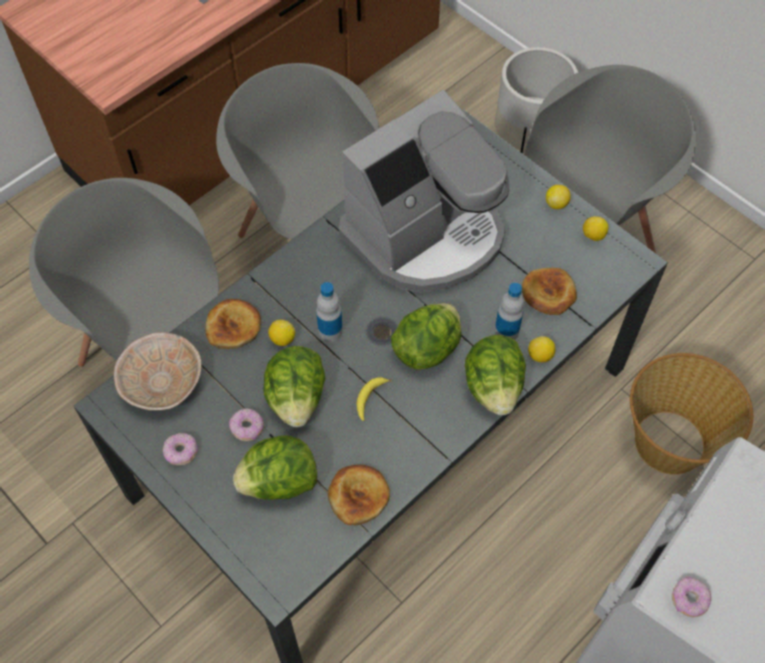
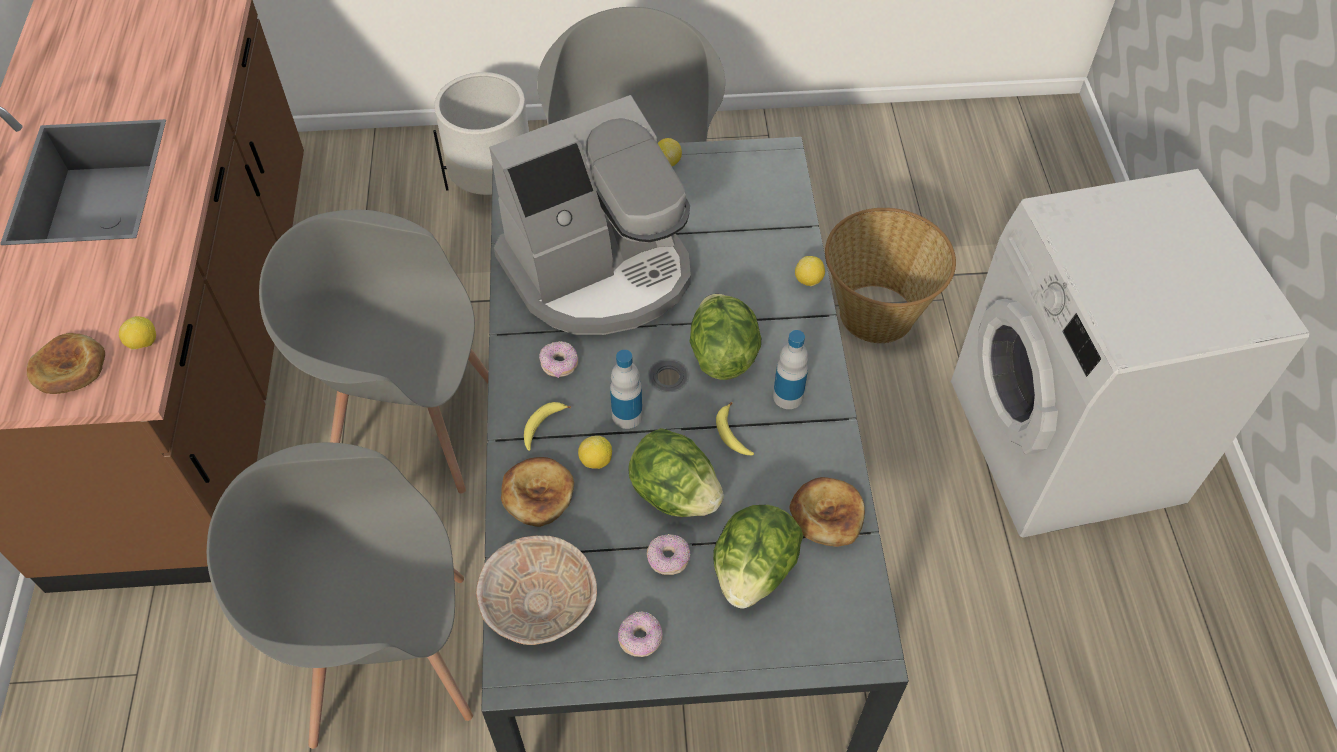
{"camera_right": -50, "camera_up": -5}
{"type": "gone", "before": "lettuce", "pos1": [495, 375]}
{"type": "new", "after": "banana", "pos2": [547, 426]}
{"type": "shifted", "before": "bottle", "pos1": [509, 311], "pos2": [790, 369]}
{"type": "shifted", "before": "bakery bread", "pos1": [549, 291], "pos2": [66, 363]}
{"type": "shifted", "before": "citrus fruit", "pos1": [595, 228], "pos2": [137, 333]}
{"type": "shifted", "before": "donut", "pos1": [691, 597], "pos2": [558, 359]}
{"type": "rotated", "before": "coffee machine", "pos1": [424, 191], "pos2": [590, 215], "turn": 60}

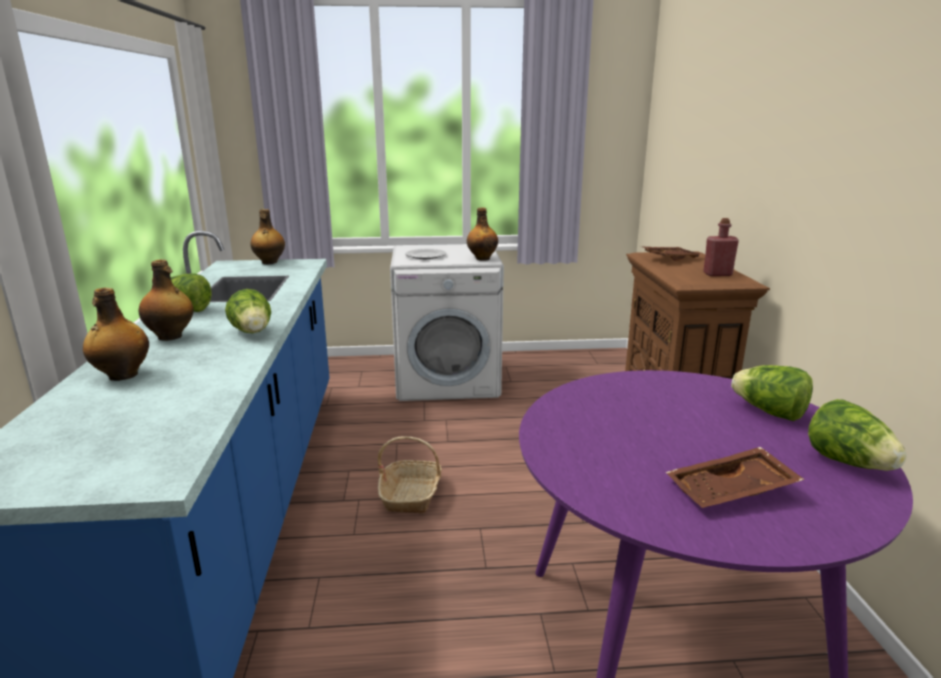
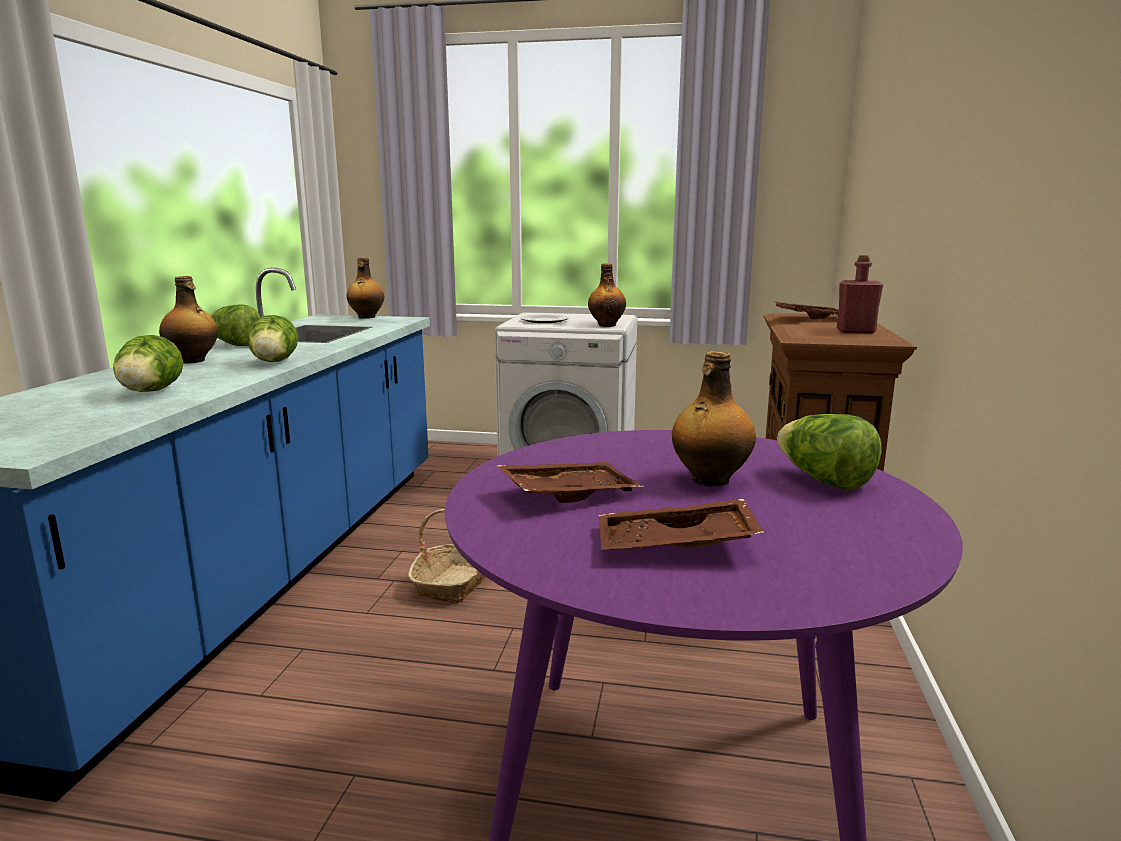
{"camera_right": 15, "camera_up": -5}
{"type": "new", "after": "brownish tray", "pos2": [570, 482]}
{"type": "shifted", "before": "bottle", "pos1": [116, 334], "pos2": [714, 418]}
{"type": "shifted", "before": "lettuce", "pos1": [857, 435], "pos2": [148, 363]}

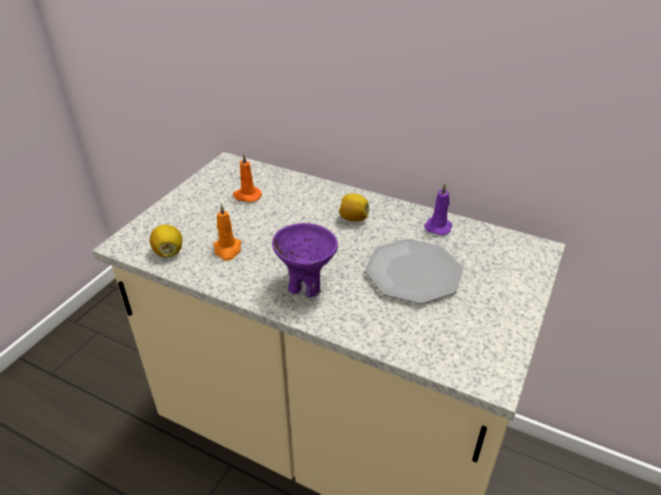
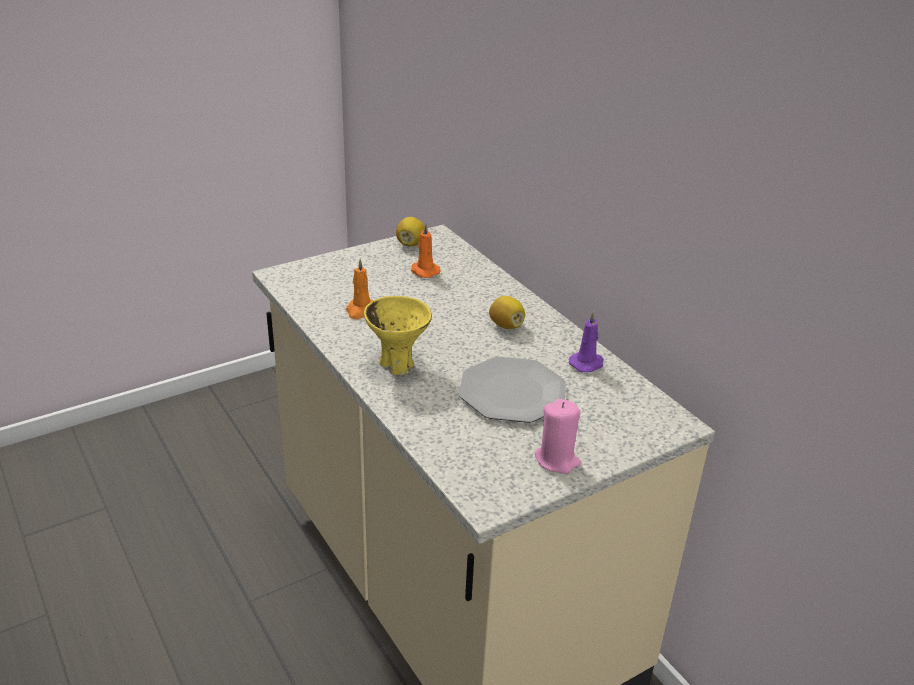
{"camera_right": 30, "camera_up": -5}
{"type": "new", "after": "pinkish candle", "pos2": [558, 436]}
{"type": "shifted", "before": "citrus fruit", "pos1": [166, 241], "pos2": [410, 232]}
{"type": "repainted", "before": "purplish bowl", "after": "yellow bowl", "pos1": [305, 260], "pos2": [398, 335]}

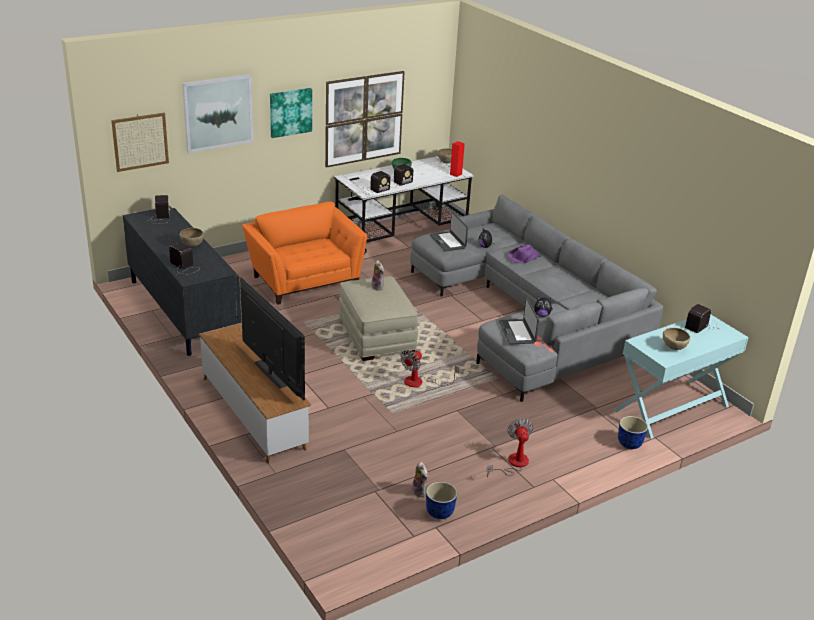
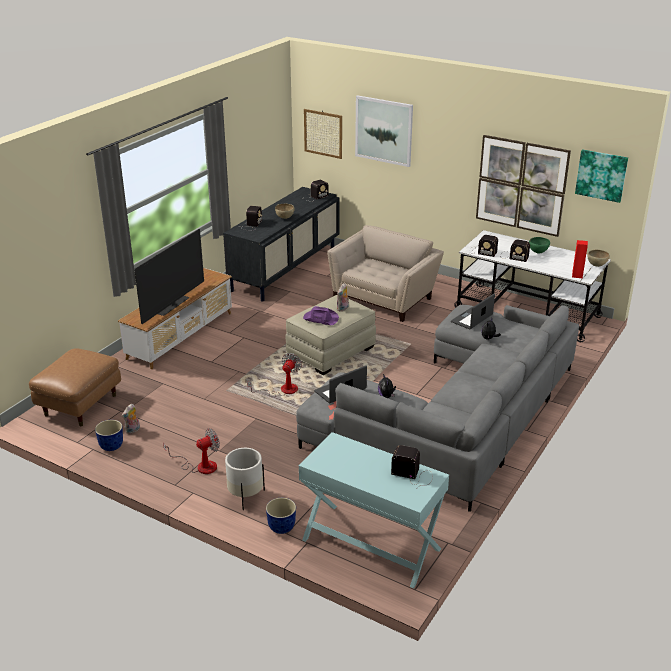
{"camera_right": 65, "camera_up": 0}
{"type": "gone", "before": "brownish bowl", "pos1": [676, 339]}
{"type": "new", "after": "brownish pouffe", "pos2": [75, 387]}
{"type": "new", "after": "whitish planter", "pos2": [245, 479]}
{"type": "shifted", "before": "picture", "pos1": [291, 113], "pos2": [601, 176]}
{"type": "shifted", "before": "purplish wearable hat", "pos1": [524, 254], "pos2": [321, 316]}
{"type": "repainted", "before": "orange-coloured easy chair", "after": "beige easy chair", "pos1": [304, 253], "pos2": [385, 273]}
{"type": "rotated", "before": "electric fan", "pos1": [430, 368], "pos2": [274, 375], "turn": 105}

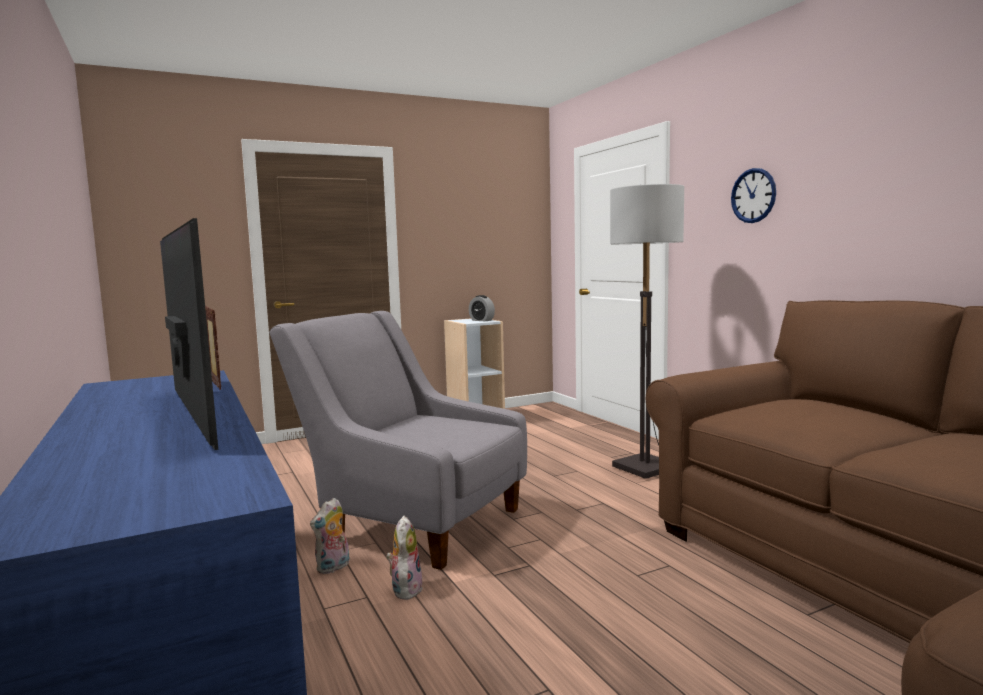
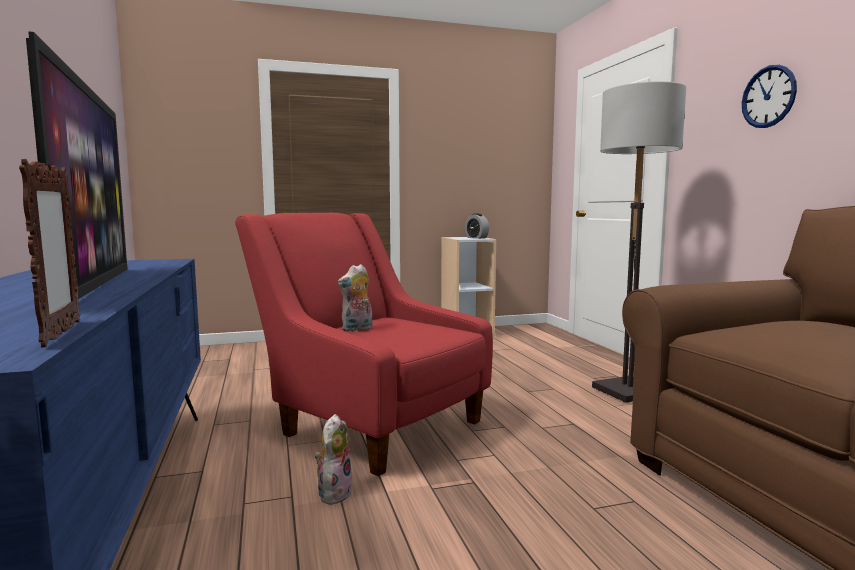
{"camera_right": 10, "camera_up": 0}
{"type": "shifted", "before": "standing frame", "pos1": [213, 348], "pos2": [50, 253]}
{"type": "shifted", "before": "soft toy", "pos1": [330, 536], "pos2": [355, 298]}
{"type": "repainted", "before": "greyish easy chair", "after": "red-coloured easy chair", "pos1": [398, 440], "pos2": [364, 344]}

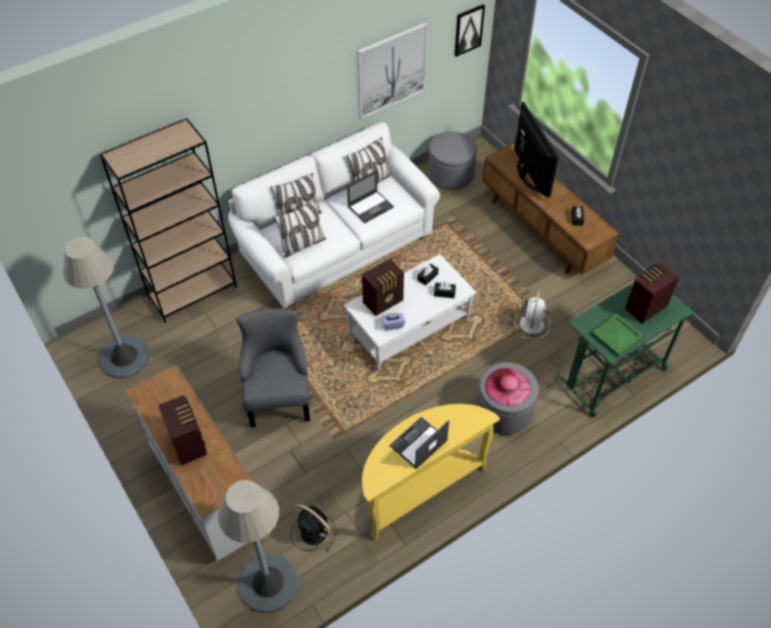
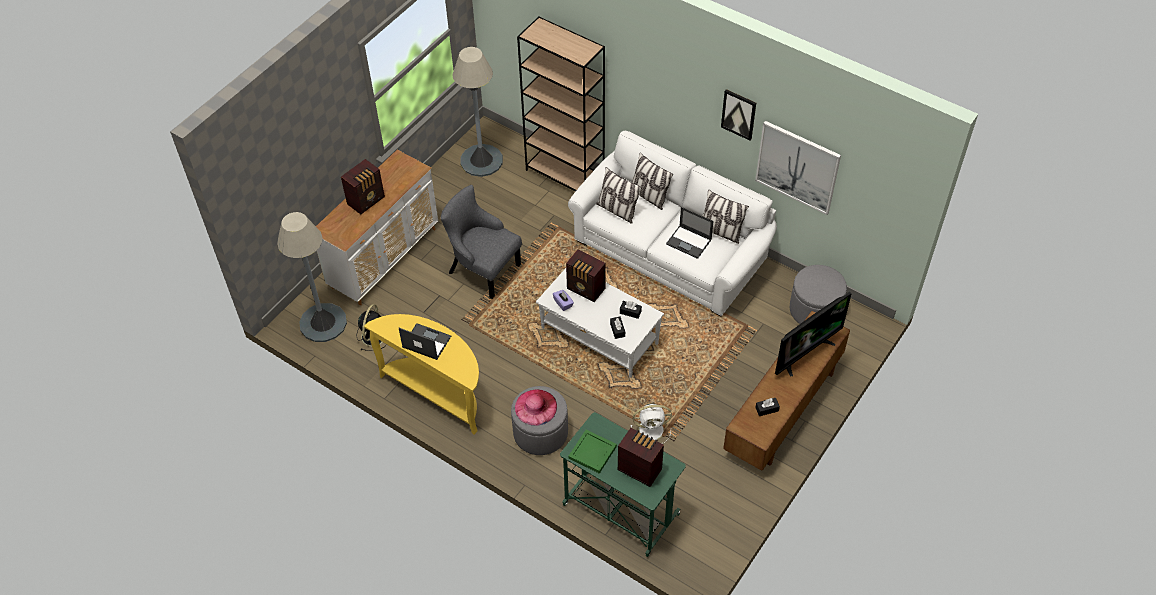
{"camera_right": 70, "camera_up": 0}
{"type": "shifted", "before": "picture", "pos1": [469, 30], "pos2": [738, 114]}
{"type": "rotated", "before": "greyish easy chair", "pos1": [273, 368], "pos2": [481, 242], "turn": -120}

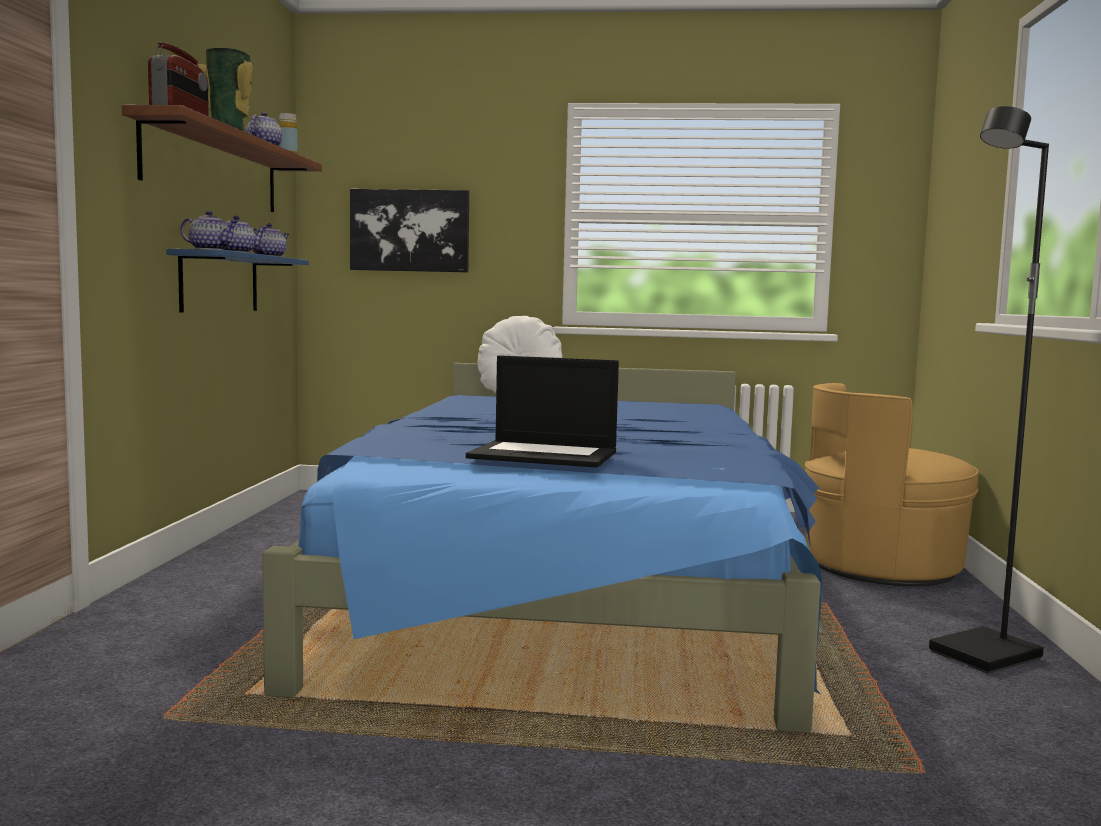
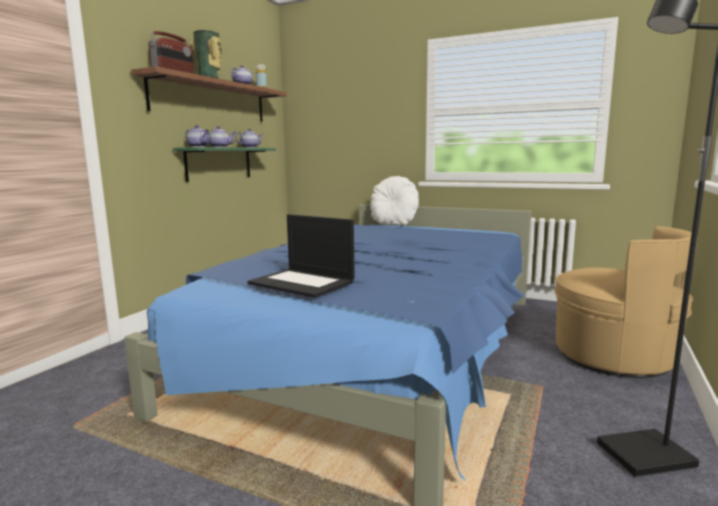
{"camera_right": 20, "camera_up": 5}
{"type": "gone", "before": "picture", "pos1": [409, 231]}
{"type": "repainted", "before": "bluish shelf", "after": "green shelf", "pos1": [237, 280], "pos2": [224, 164]}
{"type": "rotated", "before": "beige easy chair", "pos1": [892, 484], "pos2": [626, 302], "turn": -150}

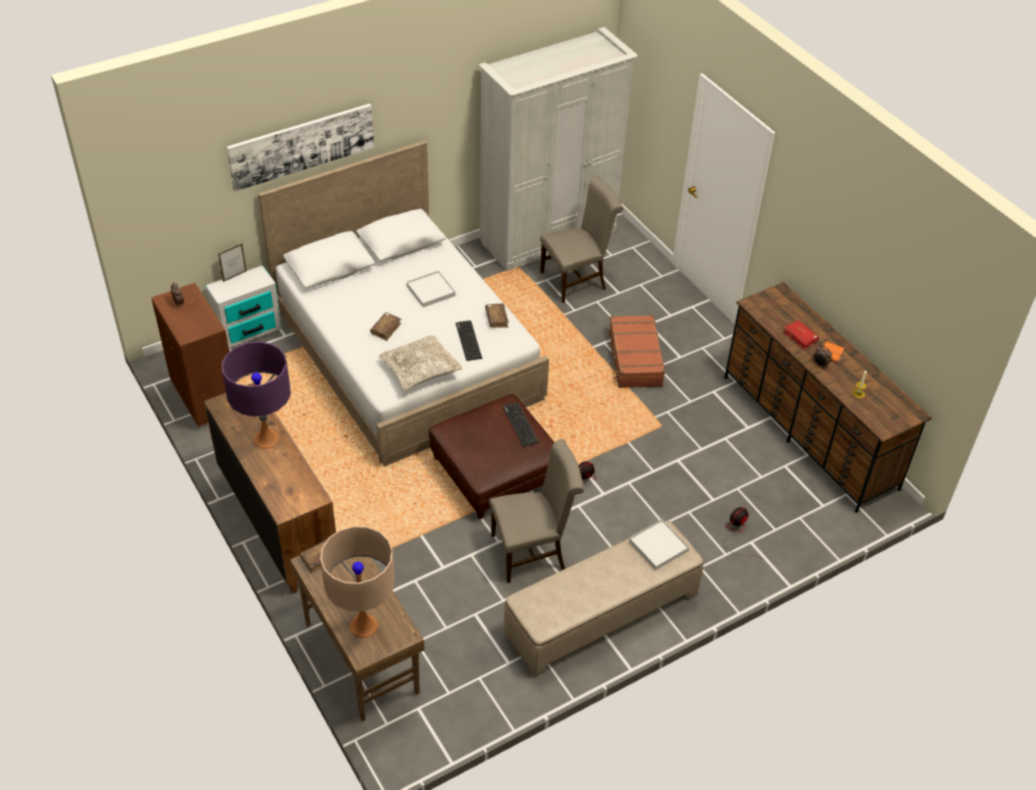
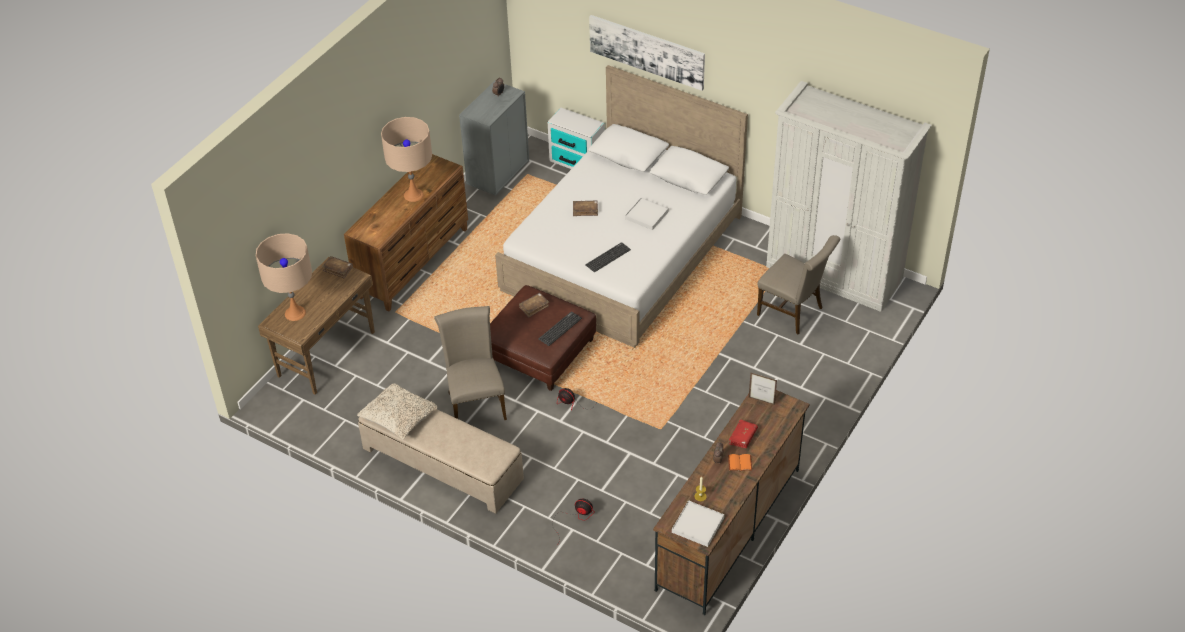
{"camera_right": 65, "camera_up": 0}
{"type": "gone", "before": "brownish travel case", "pos1": [635, 351]}
{"type": "shifted", "before": "standing frame", "pos1": [232, 263], "pos2": [763, 389]}
{"type": "shifted", "before": "beige throw pillow", "pos1": [421, 362], "pos2": [397, 411]}
{"type": "shifted", "before": "brownish book", "pos1": [497, 315], "pos2": [534, 305]}
{"type": "shifted", "before": "whitish tray", "pos1": [659, 544], "pos2": [698, 523]}
{"type": "repainted", "before": "brownish cupboard", "after": "greyish cupboard", "pos1": [190, 355], "pos2": [494, 138]}
{"type": "repainted", "before": "purplish lamp for a table", "after": "beige lamp for a table", "pos1": [256, 395], "pos2": [406, 159]}
{"type": "rotated", "before": "beige plain chair", "pos1": [536, 511], "pos2": [470, 363], "turn": -150}

